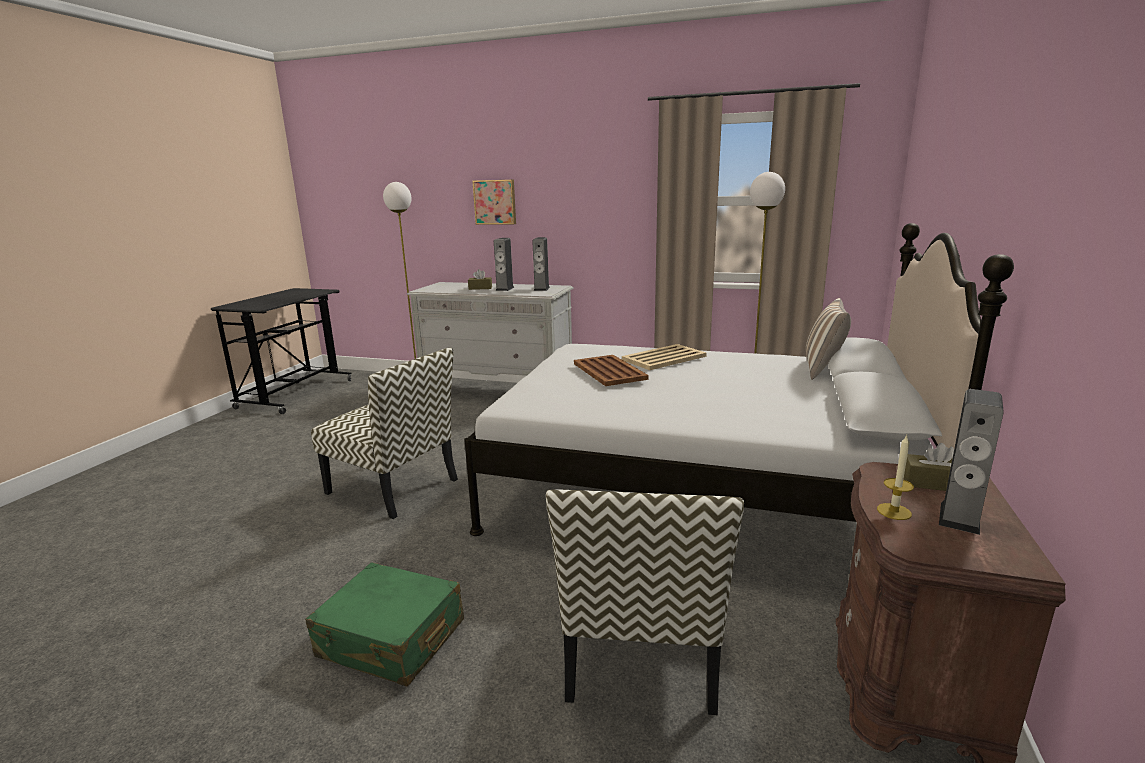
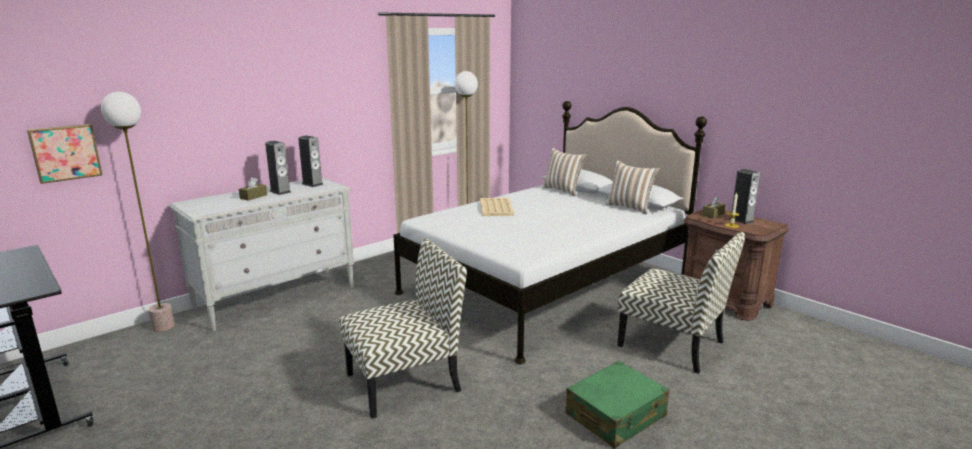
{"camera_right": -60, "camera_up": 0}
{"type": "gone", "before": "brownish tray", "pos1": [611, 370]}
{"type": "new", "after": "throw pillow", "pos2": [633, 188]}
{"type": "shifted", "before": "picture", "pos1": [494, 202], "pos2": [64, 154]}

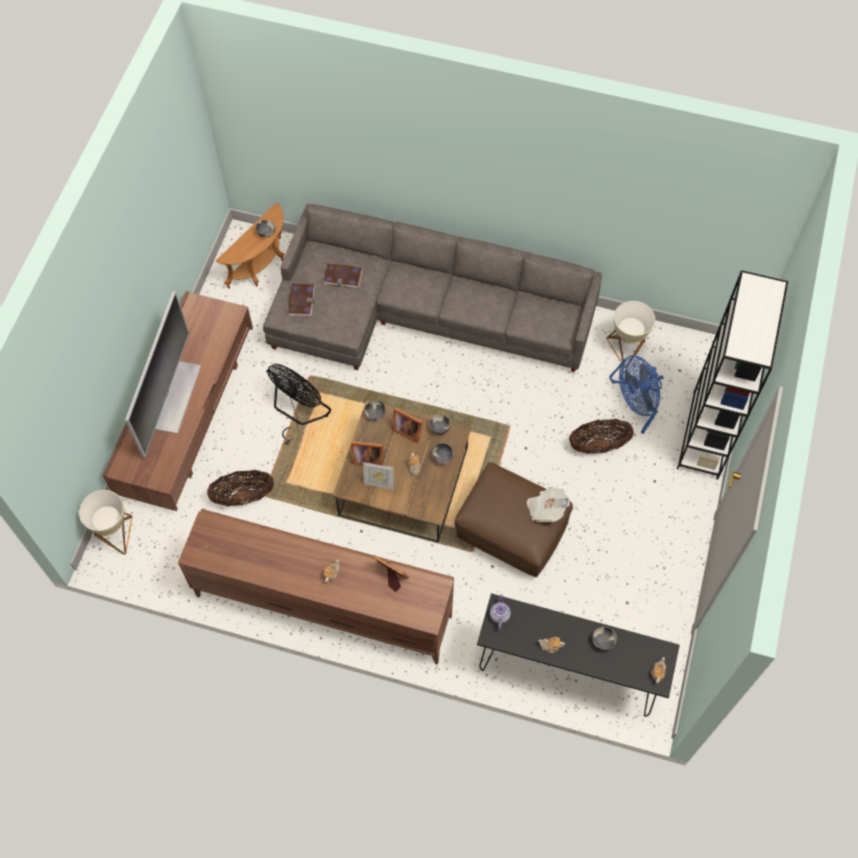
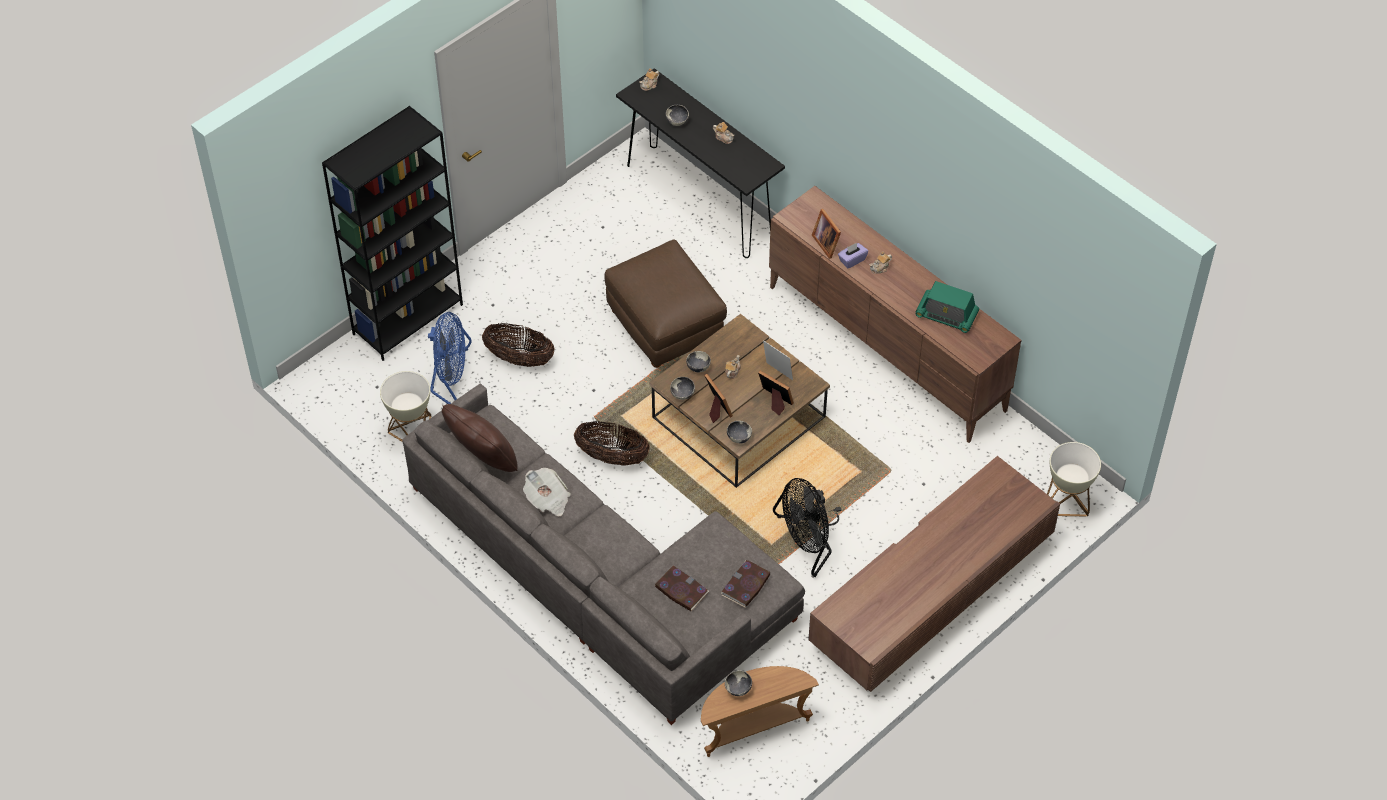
{"camera_right": -150, "camera_up": -10}
{"type": "gone", "before": "TV", "pos1": [163, 374]}
{"type": "gone", "before": "teapot", "pos1": [500, 611]}
{"type": "new", "after": "brownish throw pillow", "pos2": [480, 438]}
{"type": "new", "after": "purplish tissue holder", "pos2": [853, 255]}
{"type": "new", "after": "radio", "pos2": [947, 307]}
{"type": "shifted", "before": "storage basket", "pos1": [240, 488], "pos2": [612, 443]}
{"type": "shifted", "before": "printed paper", "pos1": [548, 504], "pos2": [546, 492]}
{"type": "repainted", "before": "whitish bookcase", "after": "blackish bookcase", "pos1": [732, 375], "pos2": [392, 233]}

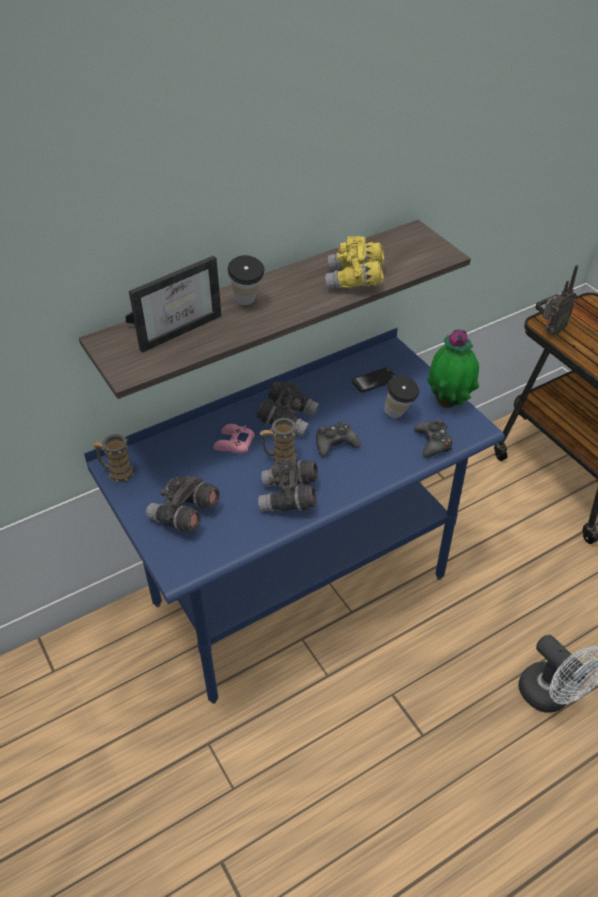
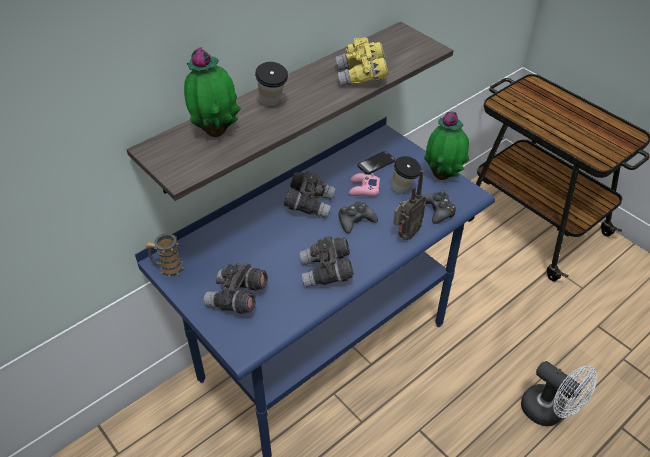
{"camera_right": -10, "camera_up": 0}
{"type": "gone", "before": "coffee mug", "pos1": [279, 441]}
{"type": "shifted", "before": "pinkish game controller", "pos1": [234, 439], "pos2": [364, 184]}
{"type": "shifted", "before": "radio", "pos1": [560, 300], "pos2": [409, 205]}
{"type": "swapped", "before": "standing frame", "after": "potted plant", "pos1": [173, 304], "pos2": [212, 92]}

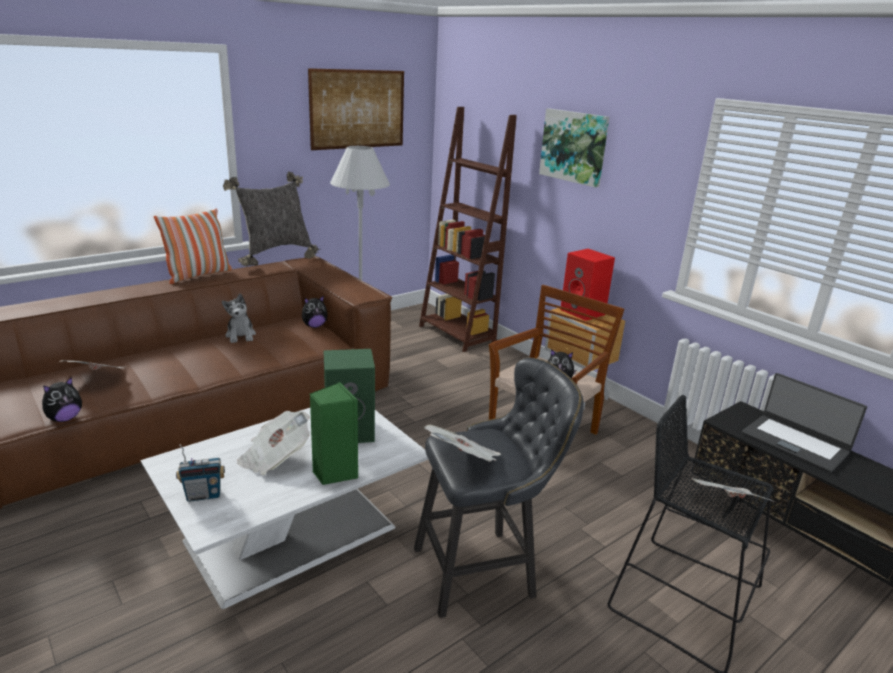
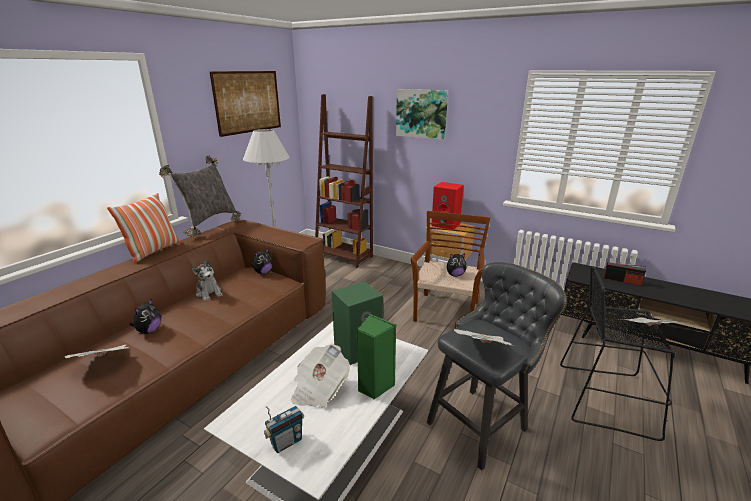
{"camera_right": -20, "camera_up": 0}
{"type": "shifted", "before": "soft toy", "pos1": [62, 399], "pos2": [145, 316]}
{"type": "swapped", "before": "laptop", "after": "radio", "pos1": [804, 423], "pos2": [624, 274]}

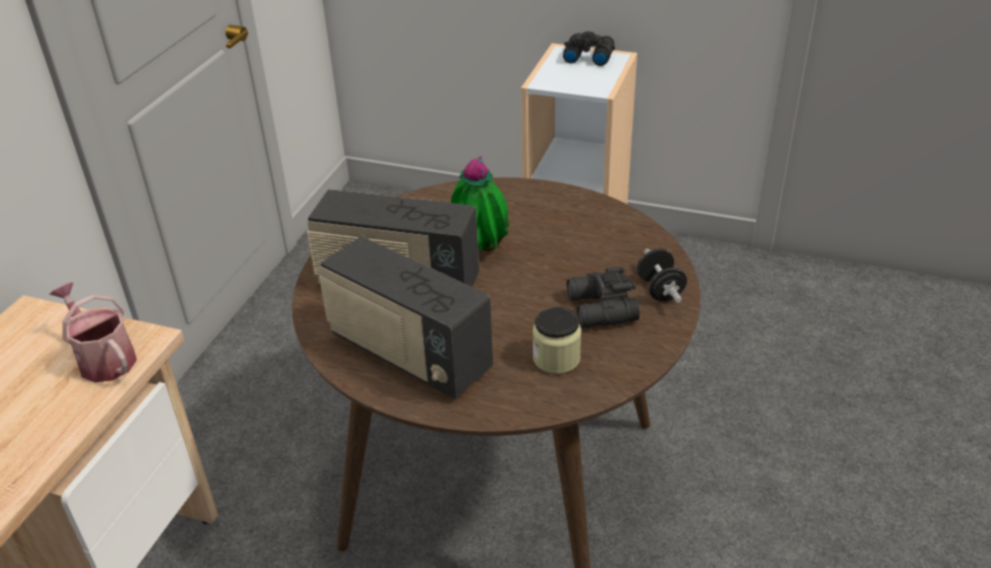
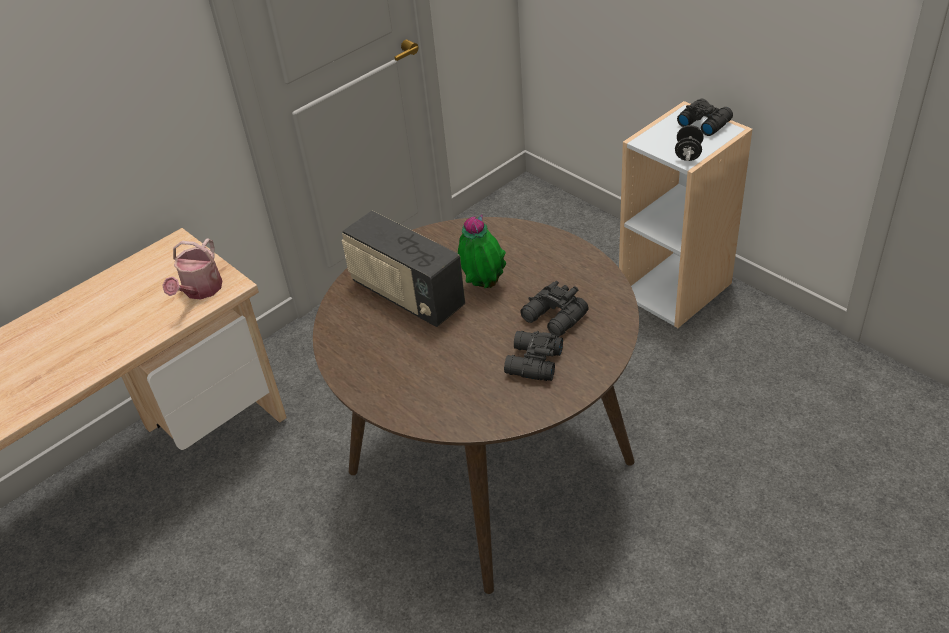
{"camera_right": 30, "camera_up": 5}
{"type": "gone", "before": "radio", "pos1": [406, 317]}
{"type": "gone", "before": "storage jar", "pos1": [557, 340]}
{"type": "new", "after": "blackish field glasses", "pos2": [554, 309]}
{"type": "shifted", "before": "blackish hand weight", "pos1": [662, 276], "pos2": [689, 143]}
{"type": "rotated", "before": "watering can", "pos1": [93, 332], "pos2": [192, 269], "turn": -150}

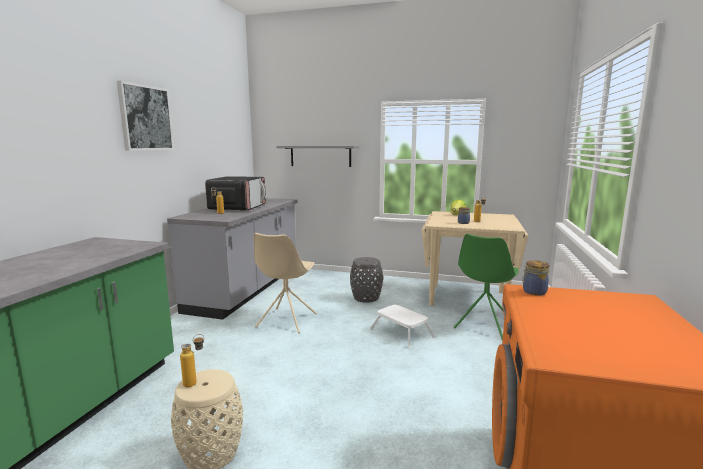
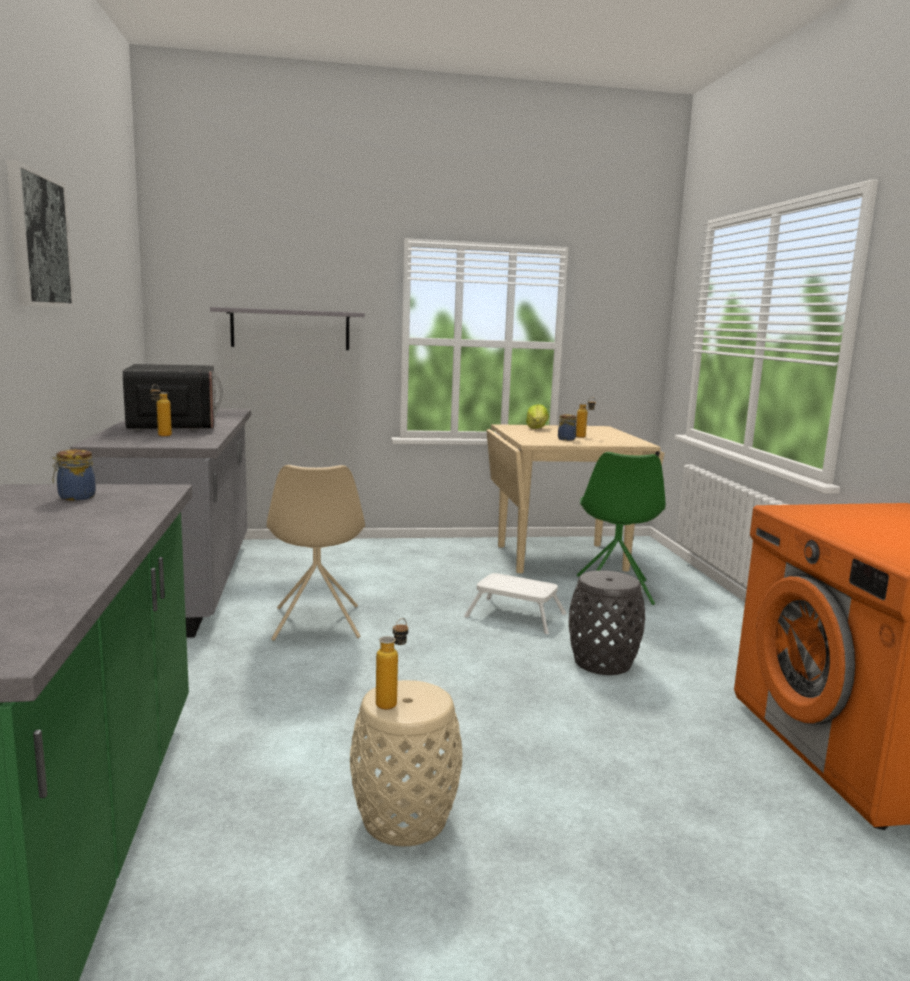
{"camera_right": -25, "camera_up": 0}
{"type": "shifted", "before": "greyish sitting stool", "pos1": [366, 280], "pos2": [607, 622]}
{"type": "shifted", "before": "storage jar", "pos1": [535, 278], "pos2": [74, 474]}

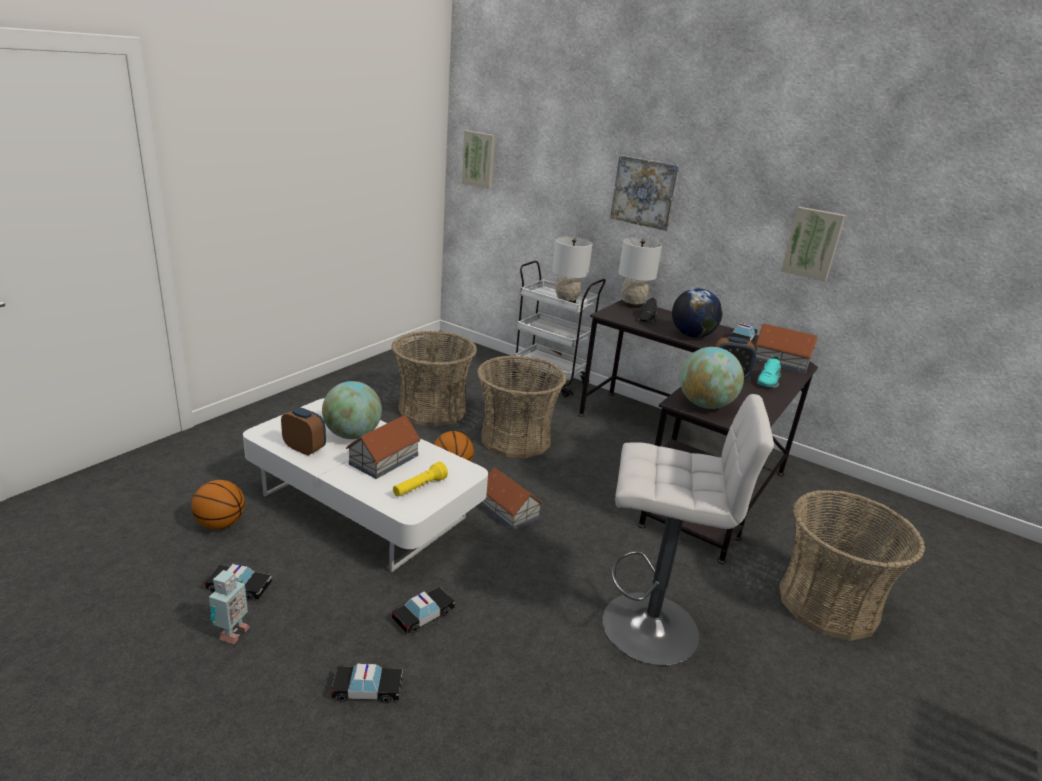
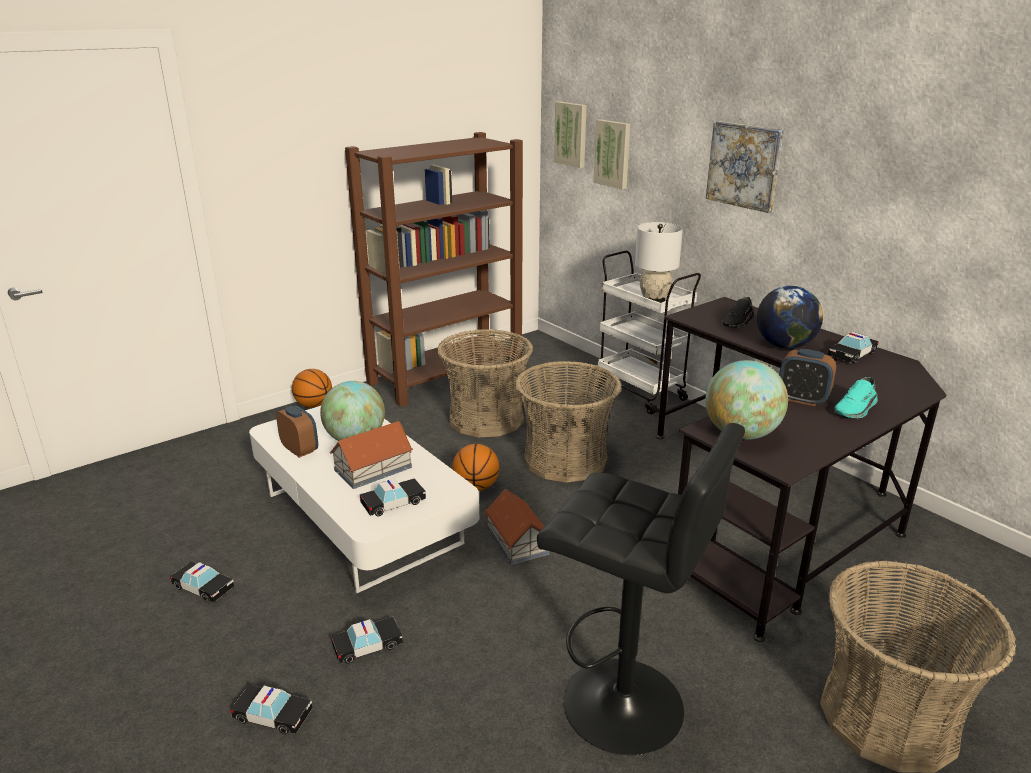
{"camera_right": 20, "camera_up": 0}
{"type": "gone", "before": "toy robot", "pos1": [229, 607]}
{"type": "gone", "before": "whitish lamp for a table", "pos1": [640, 273]}
{"type": "gone", "before": "toy house", "pos1": [786, 348]}
{"type": "new", "after": "brownish bookcase", "pos2": [434, 269]}
{"type": "shifted", "before": "ball for basketball", "pos1": [218, 505], "pos2": [312, 388]}
{"type": "shifted", "before": "picture", "pos1": [813, 244], "pos2": [612, 154]}
{"type": "swapped", "before": "yellow flashlight", "after": "model car", "pos1": [420, 479], "pos2": [393, 497]}
{"type": "repainted", "before": "whitish sitting stool", "after": "blackish sitting stool", "pos1": [688, 529], "pos2": [641, 589]}

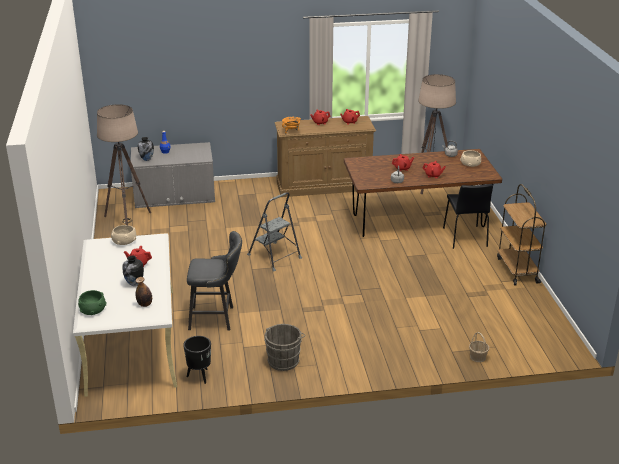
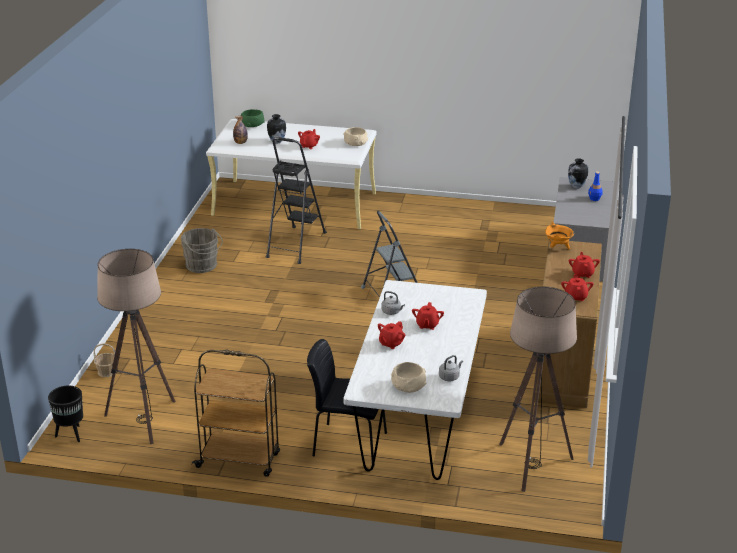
{"camera_right": 110, "camera_up": 0}
{"type": "shifted", "before": "floor lamp", "pos1": [124, 164], "pos2": [136, 346]}
{"type": "shifted", "before": "blackish planter", "pos1": [197, 360], "pos2": [65, 414]}
{"type": "swapped", "before": "greyish sitting stool", "after": "stepladder", "pos1": [214, 280], "pos2": [296, 200]}
{"type": "repainted", "before": "brownish kitchen table", "after": "whitish kitchen table", "pos1": [423, 193], "pos2": [415, 380]}

